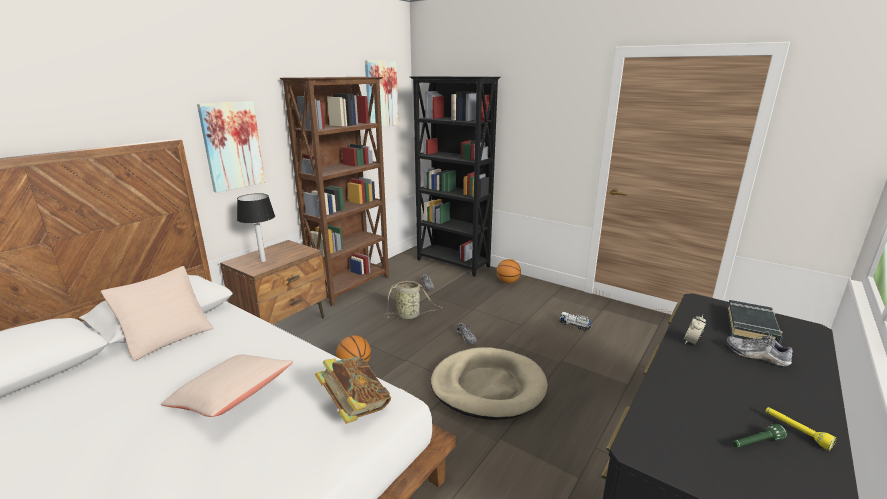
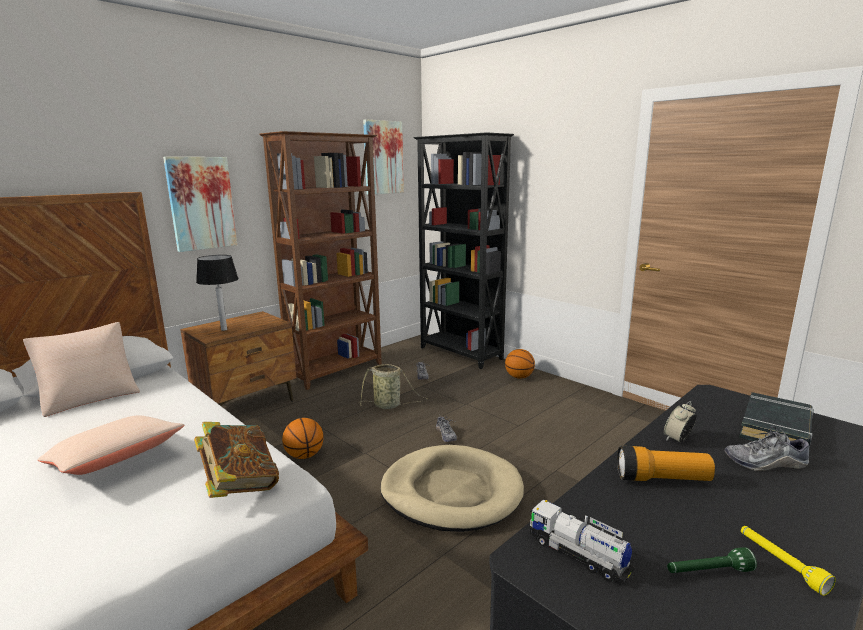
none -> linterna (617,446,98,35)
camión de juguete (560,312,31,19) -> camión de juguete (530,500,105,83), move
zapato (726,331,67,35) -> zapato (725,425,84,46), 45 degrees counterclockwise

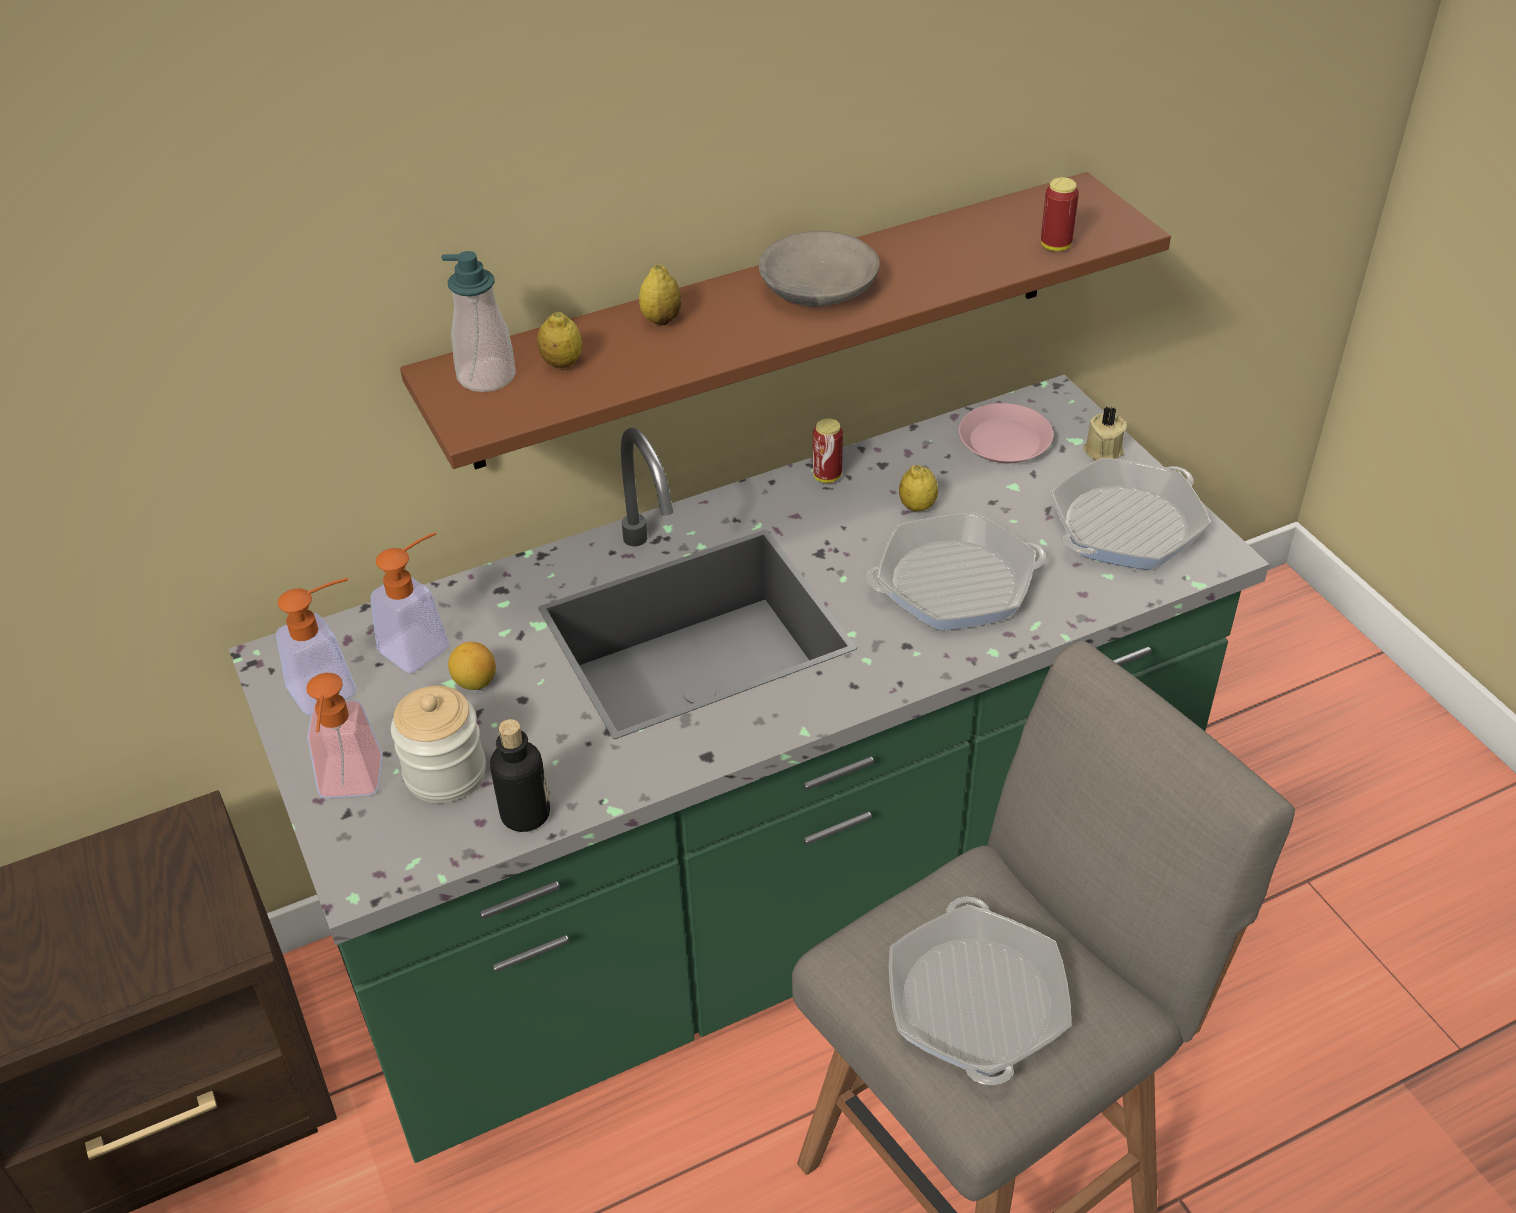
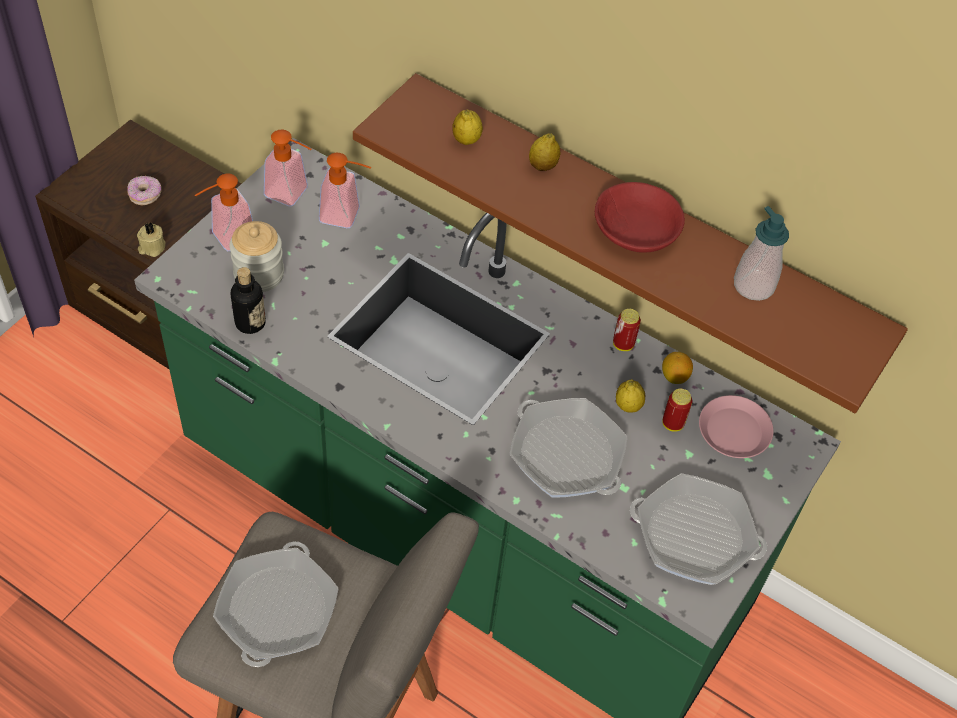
none -> rosquilla (127,176,34,29)
dispensador de jabón (441,251,75,141) -> dispensador de jabón (734,206,55,95), move
limón (448,642,48,48) -> limón (662,352,31,32), move
lata (1041,177,38,74) -> lata (662,389,30,43), move
vela/beis (1083,407,44,54) -> vela/beis (137,222,28,35), move
cuenco/gris (759,231,120,76) -> cuenco/rojo (595,182,90,71)
sartén (889,897,182,188) -> sartén (213,541,126,126), 135 degrees clockwise

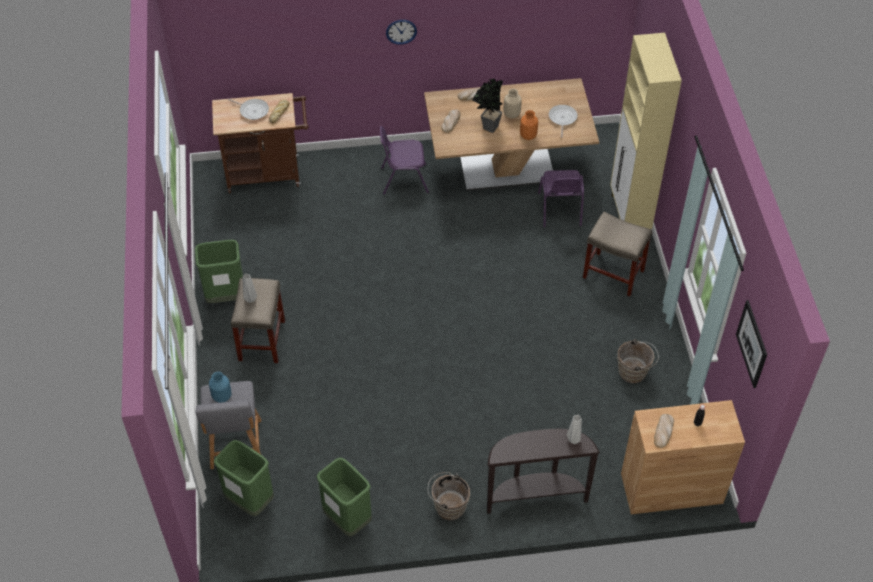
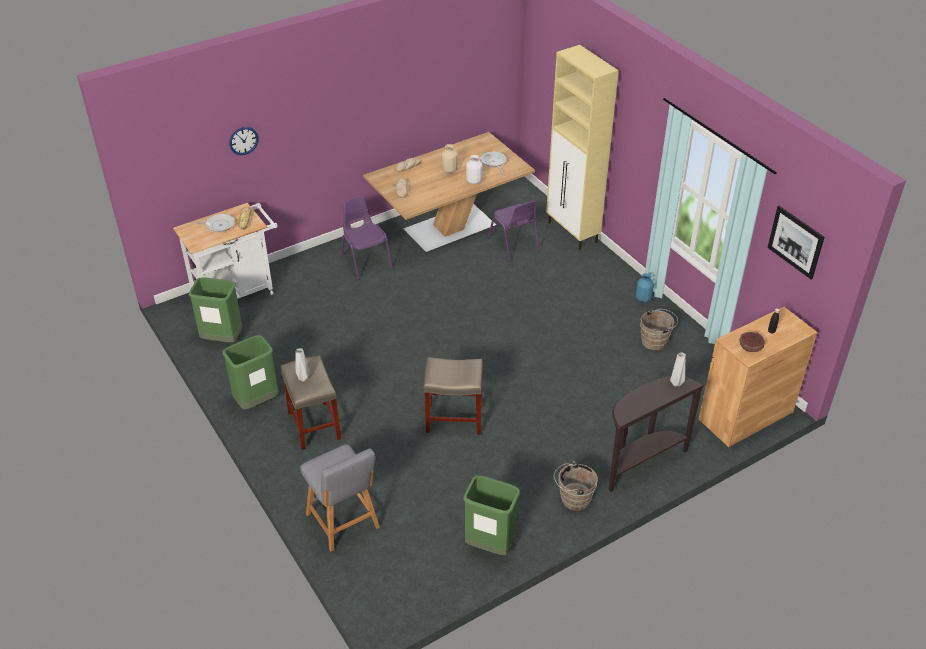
planta en maceta (472,78,31,55) -> none
florero/azul (209,372,22,31) -> florero/azul (636,273,18,29), move
papelera/verde (214,440,60,76) -> papelera/verde (189,277,53,65), move
reloj de pared (386,20,31,25) -> reloj de pared (229,127,29,28), move
taburete/beis (583,212,69,84) -> taburete/beis (424,357,59,78), move
pan (654,414,20,34) -> cuenco (740,332,25,20)
carrito/marrón (212,93,97,101) -> carrito/blanco (173,203,105,96)
florero/naranja (520,110,18,30) -> florero/blanco (466,155,16,29)
silla/morado (380,126,49,69) -> silla/morado (341,196,51,84), 90 degrees clockwise

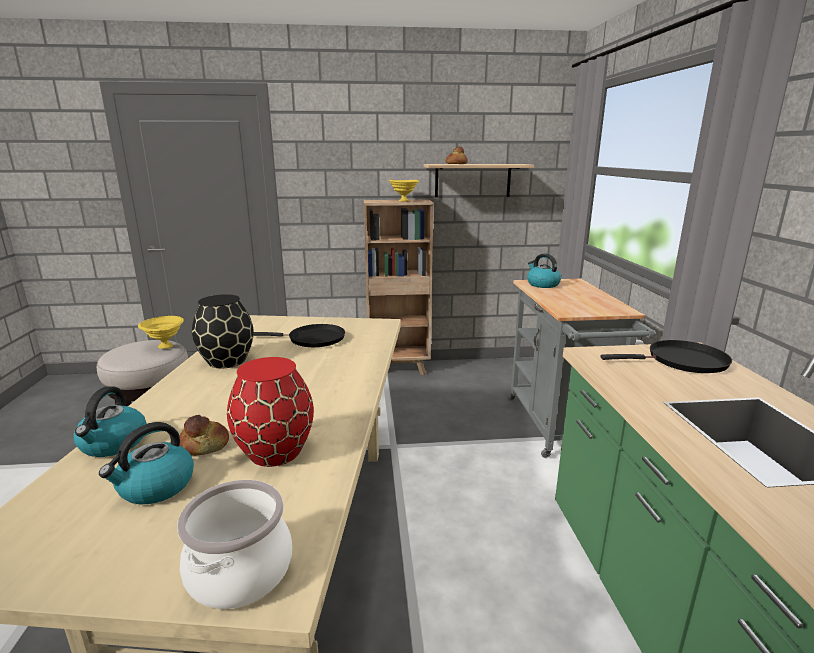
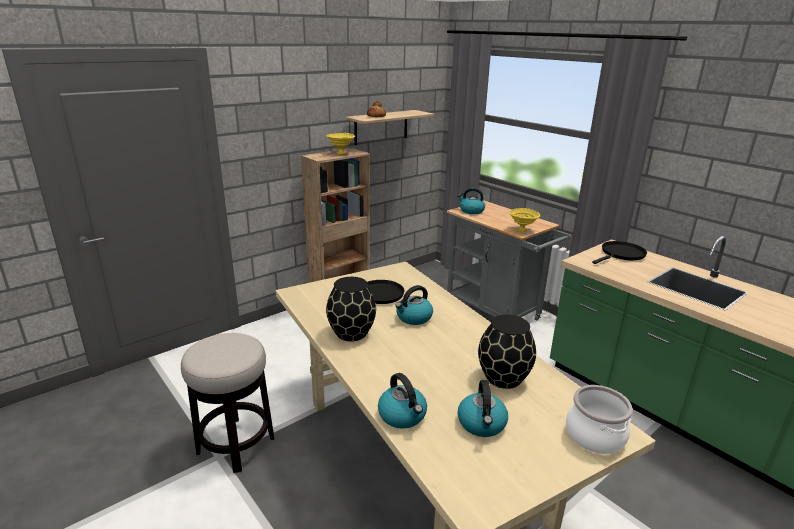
pan (179,415,50,41) -> none
none -> hervidor (396,285,37,40)
cuenco/amarillo (138,316,46,33) -> cuenco/amarillo (509,208,31,24), move
florero/rojo (227,357,87,110) -> florero/negro (478,314,58,75)

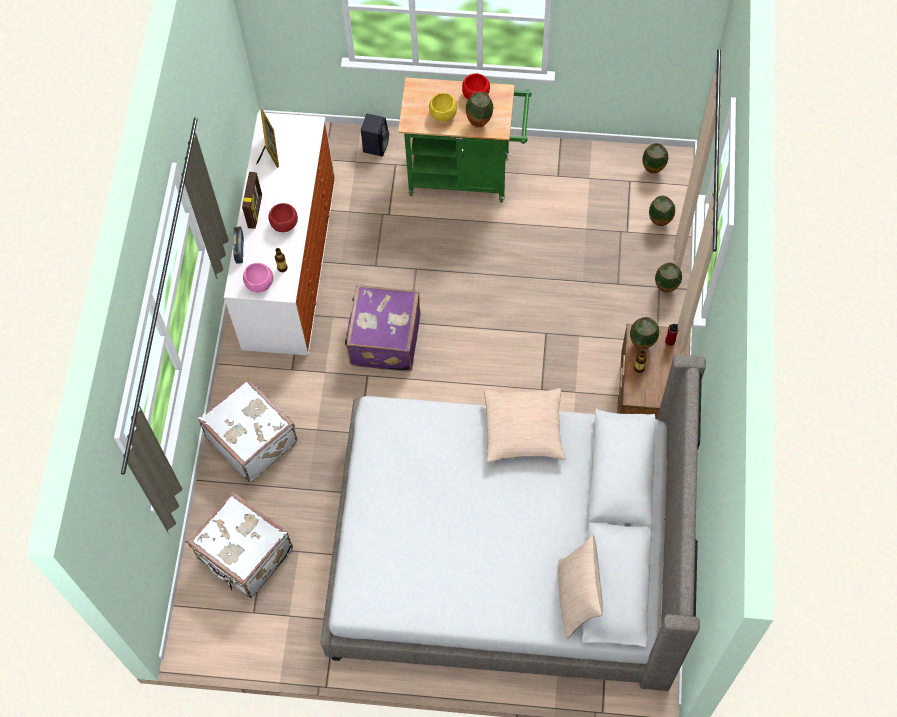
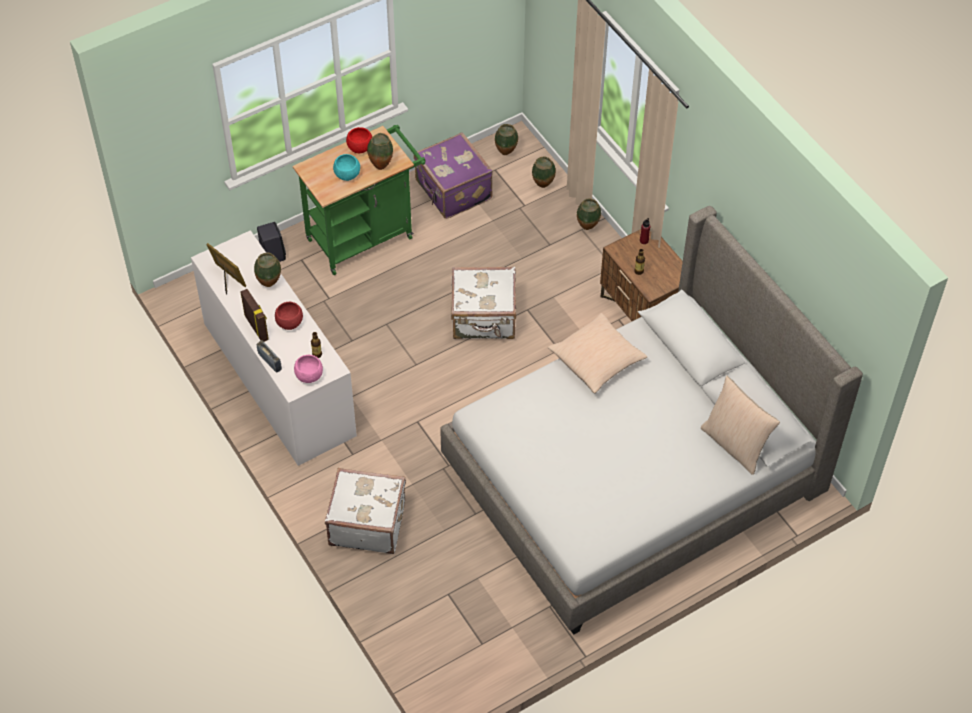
maleta/blanco (188,492,105,106) -> maleta/blanco (451,267,65,72), move
maleta/morado (345,285,76,87) -> maleta/morado (414,132,79,87), move
florero (630,317,29,32) -> florero (254,253,27,34), move
cuenco/amarillo (429,93,28,29) -> cuenco/turquesa (333,154,27,27)

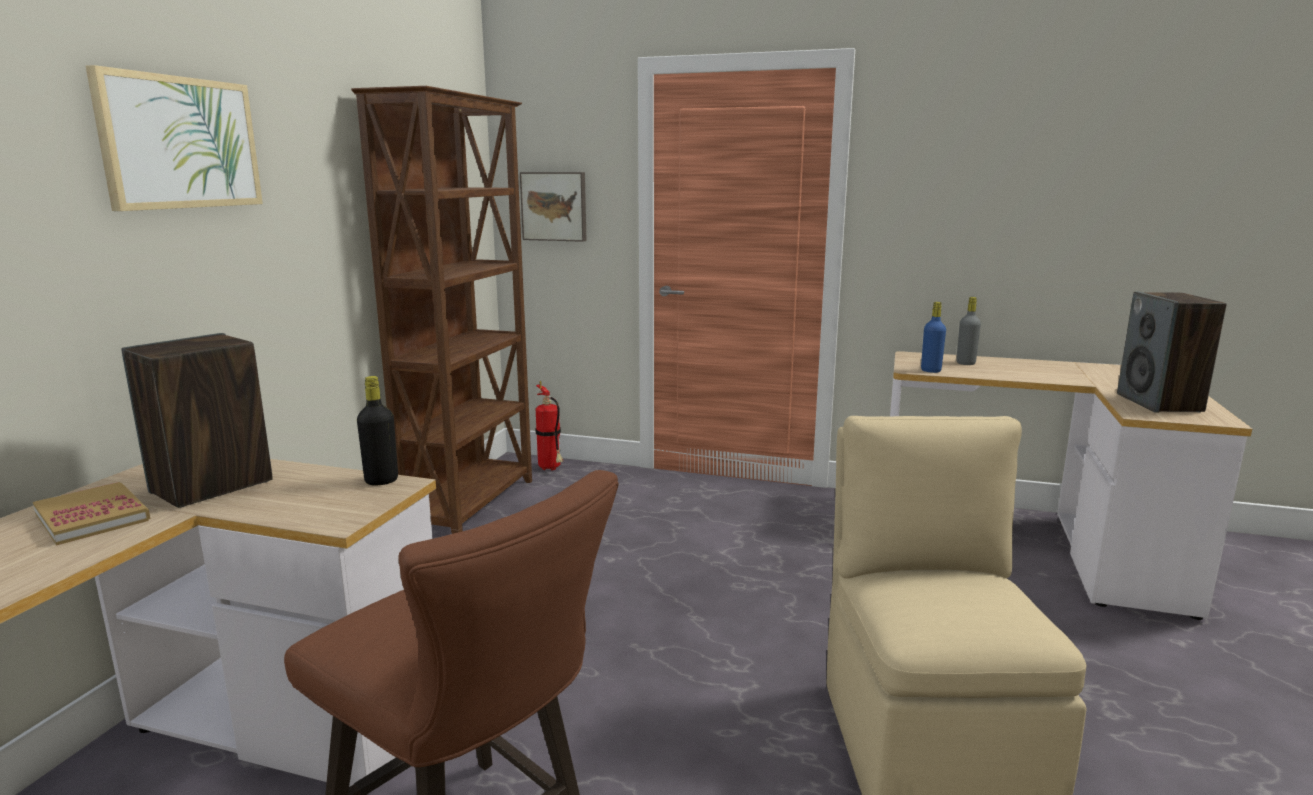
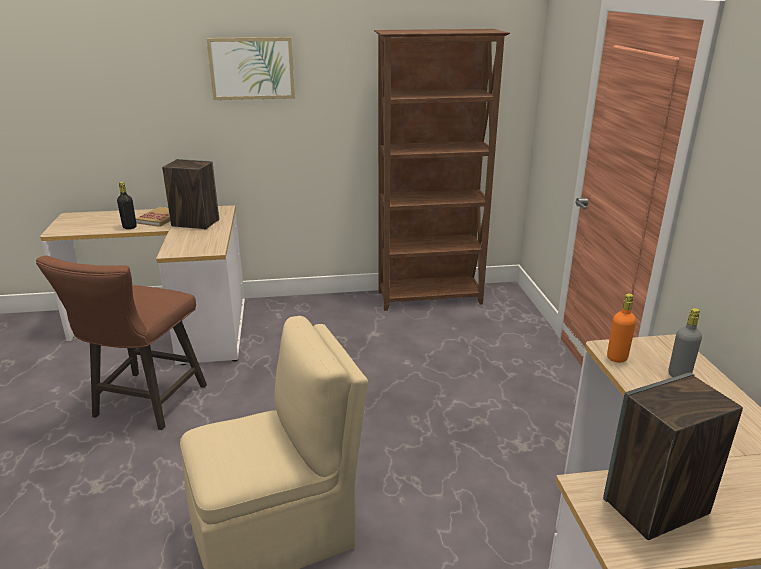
cuadro (520,172,67,70) -> none
extintor (536,381,27,90) -> none
botella/negro (357,376,41,110) -> botella/negro (117,182,20,47), move
botella/azul (921,302,25,71) -> botella/naranja (607,293,29,70)

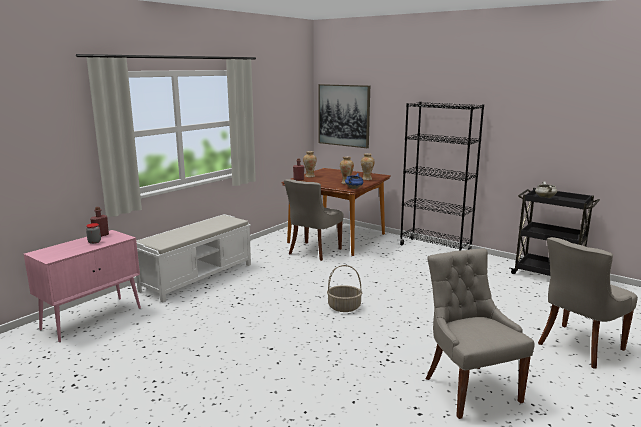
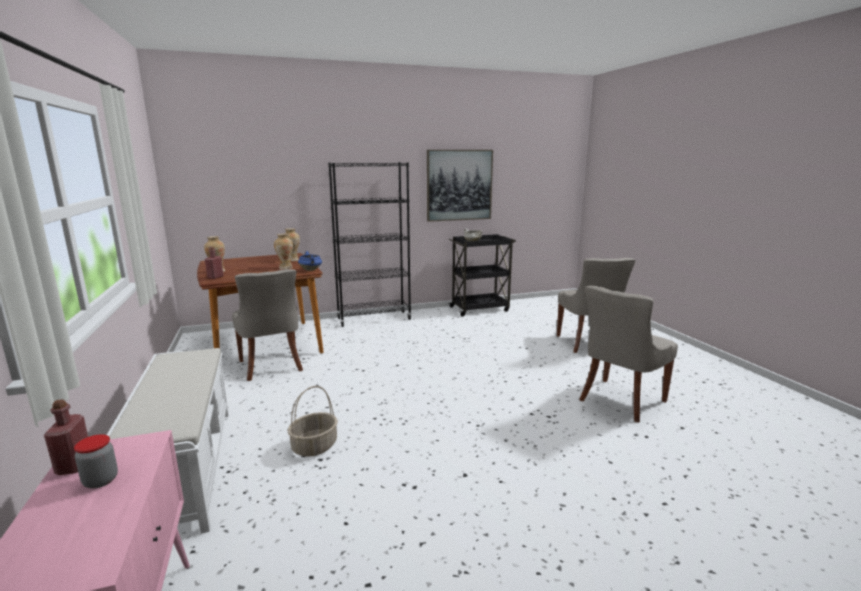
cuadro (318,84,52,64) -> cuadro (427,150,66,72), move
cesta (327,265,35,47) -> cesta (287,386,51,71), move
silla/gris (426,248,108,171) -> silla/gris (579,286,99,137), 60 degrees counterclockwise

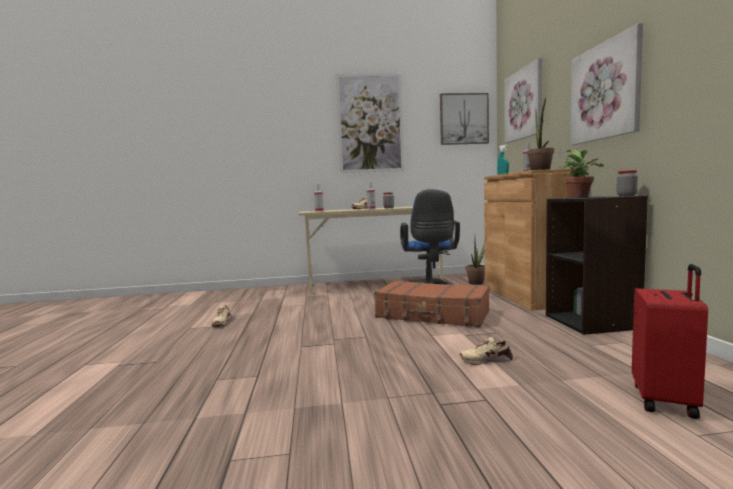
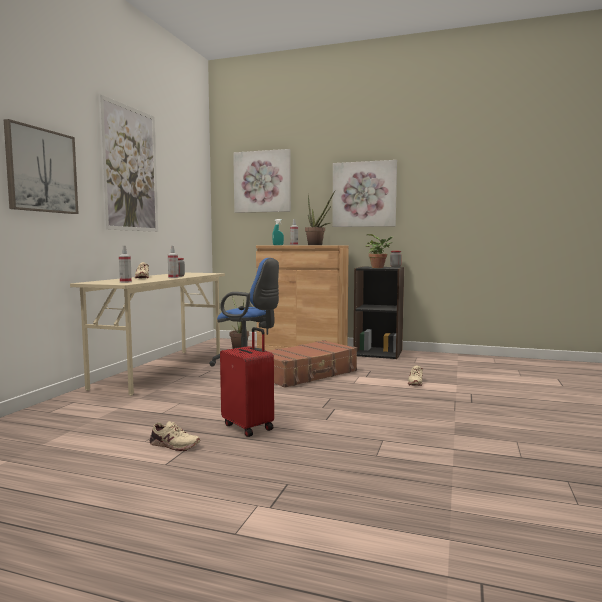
cuadro (440,93,49,52) -> cuadro (4,119,75,95), move
maleta/rojo (632,264,76,155) -> maleta/rojo (220,327,54,110), move

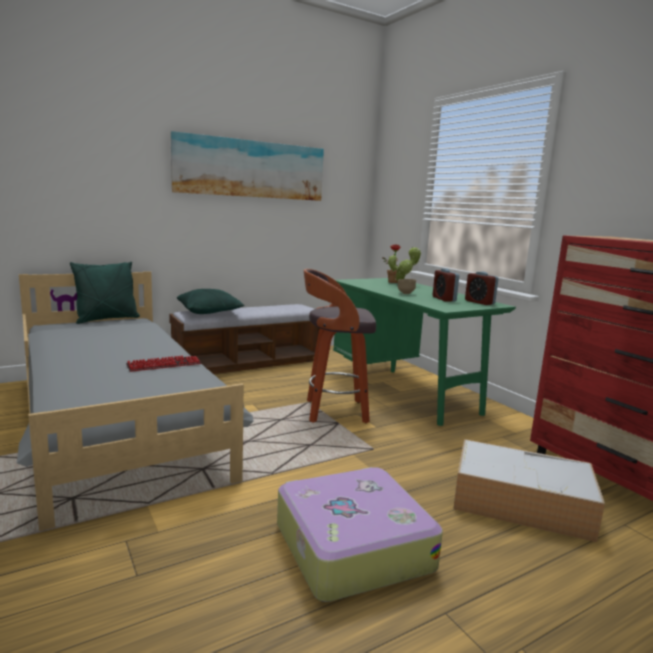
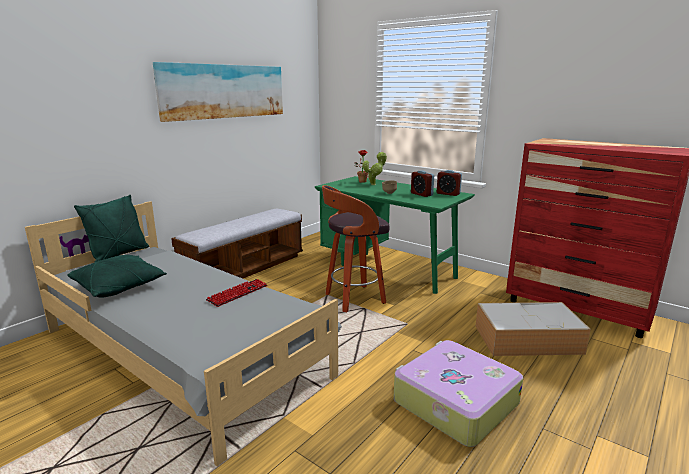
cojín/verde (177,289,68,25) -> cojín/verde (67,255,100,43), move

